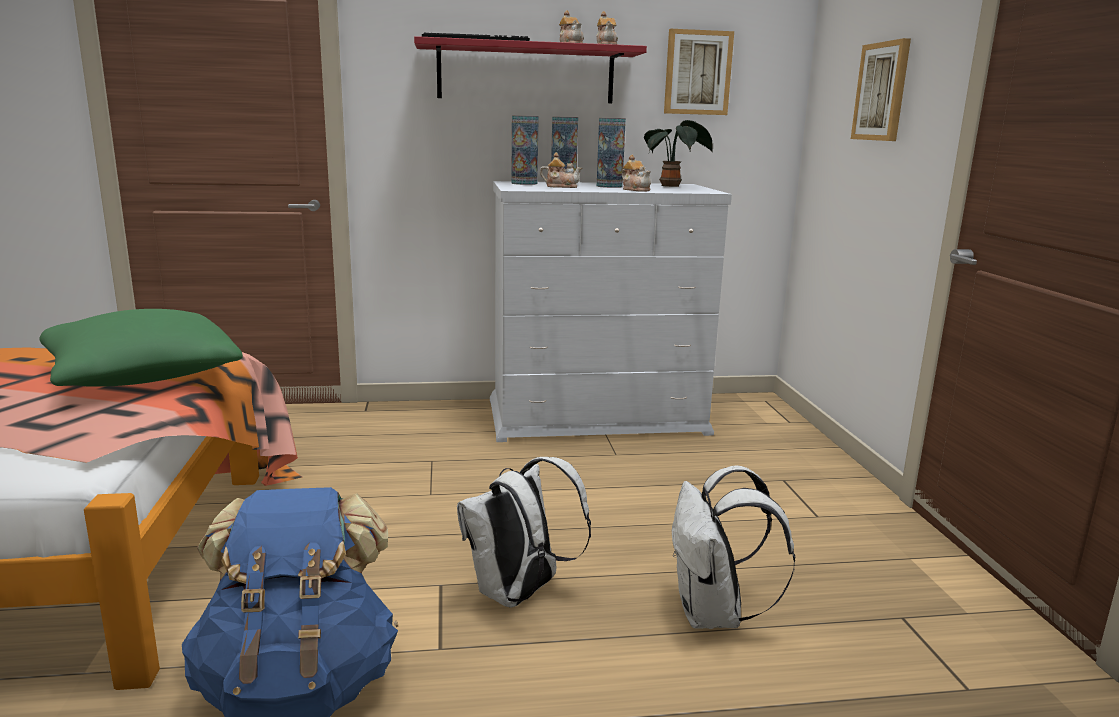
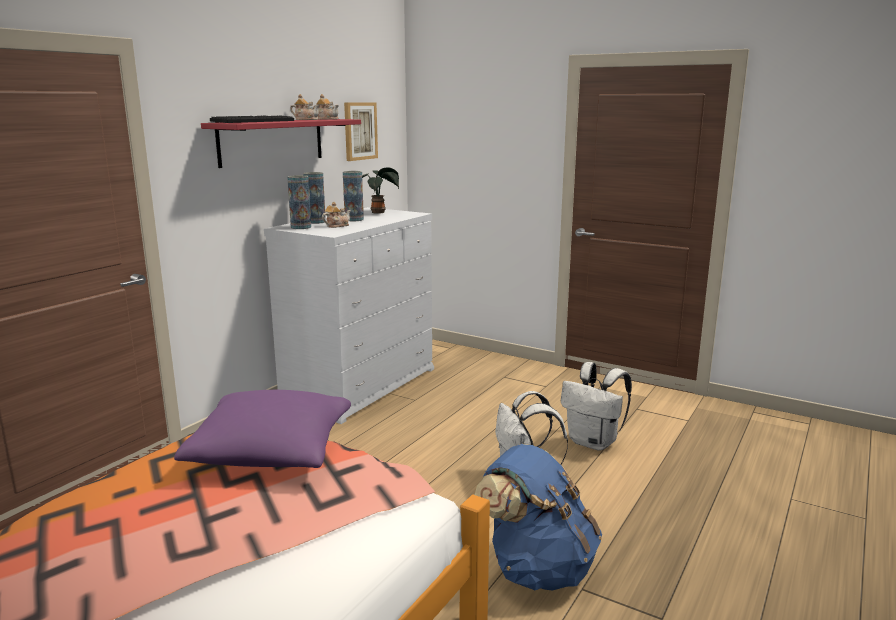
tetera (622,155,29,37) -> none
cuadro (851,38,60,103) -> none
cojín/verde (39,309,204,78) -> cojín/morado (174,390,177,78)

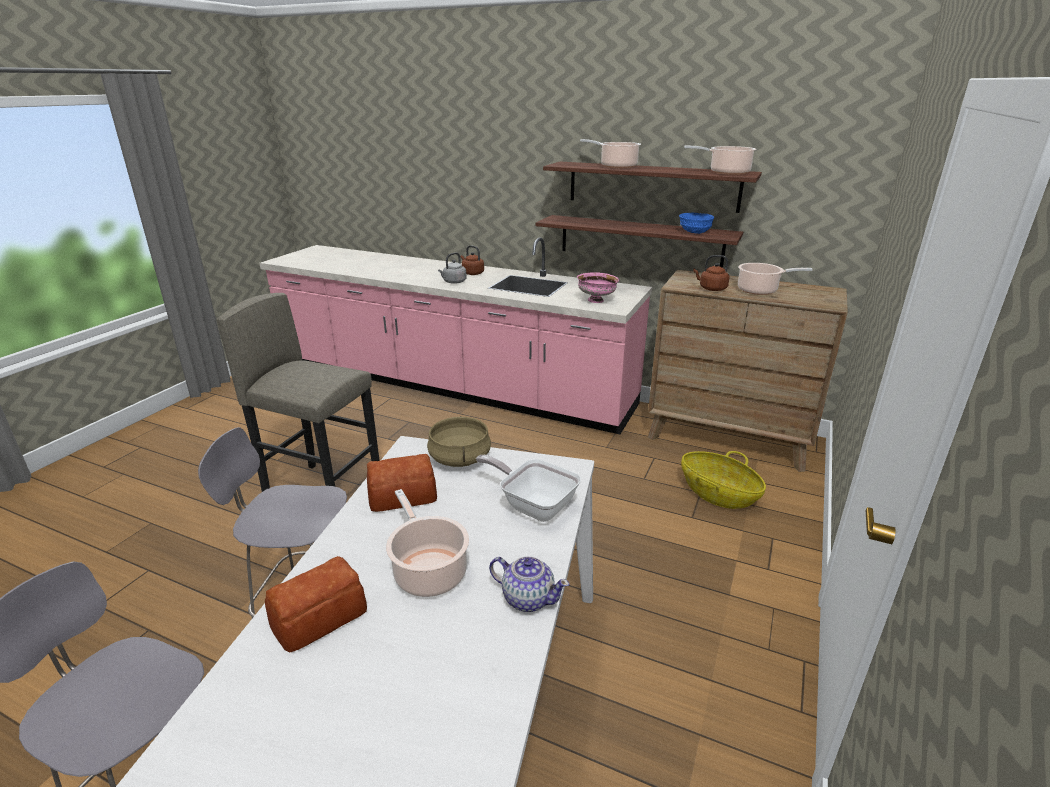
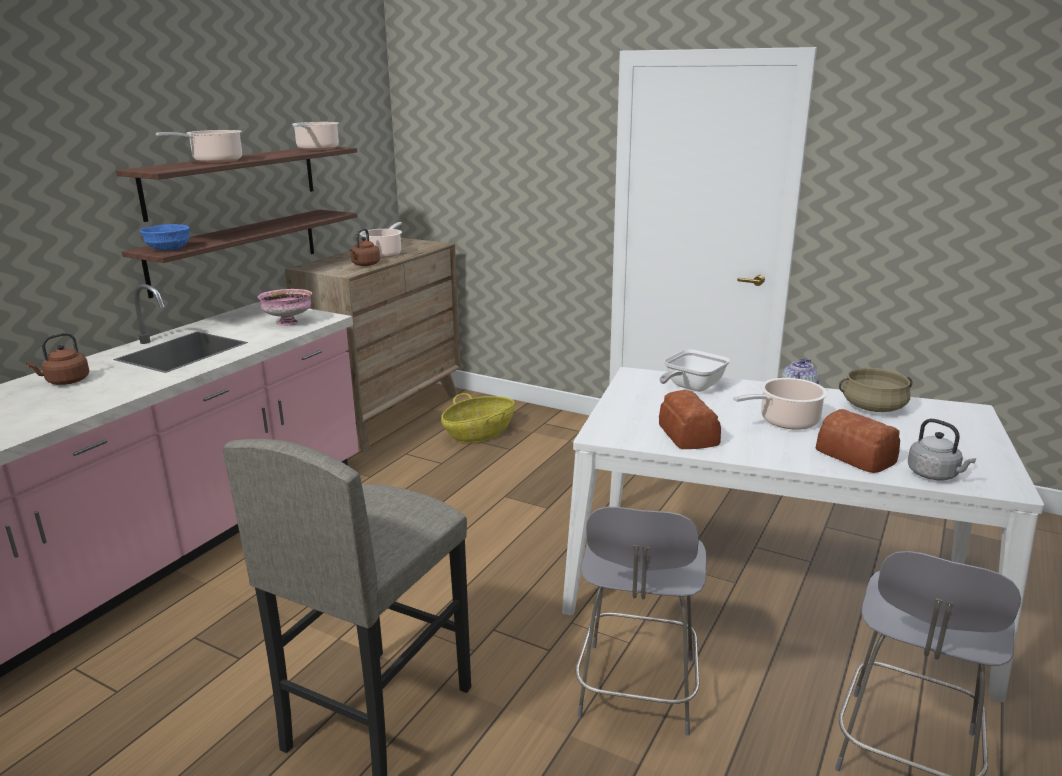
olla/beis (427,416,64,51) -> olla/beis (839,368,73,44), move
hervidor/gris (438,252,29,32) -> hervidor/gris (908,419,68,61), move
cuenco/azul (679,213,35,21) -> cuenco/azul (139,224,51,27), move

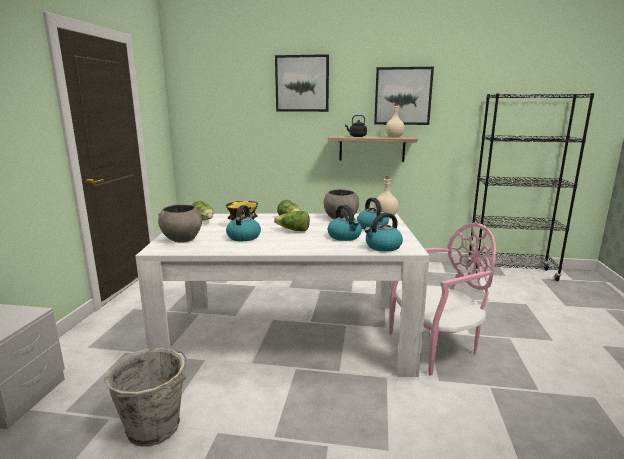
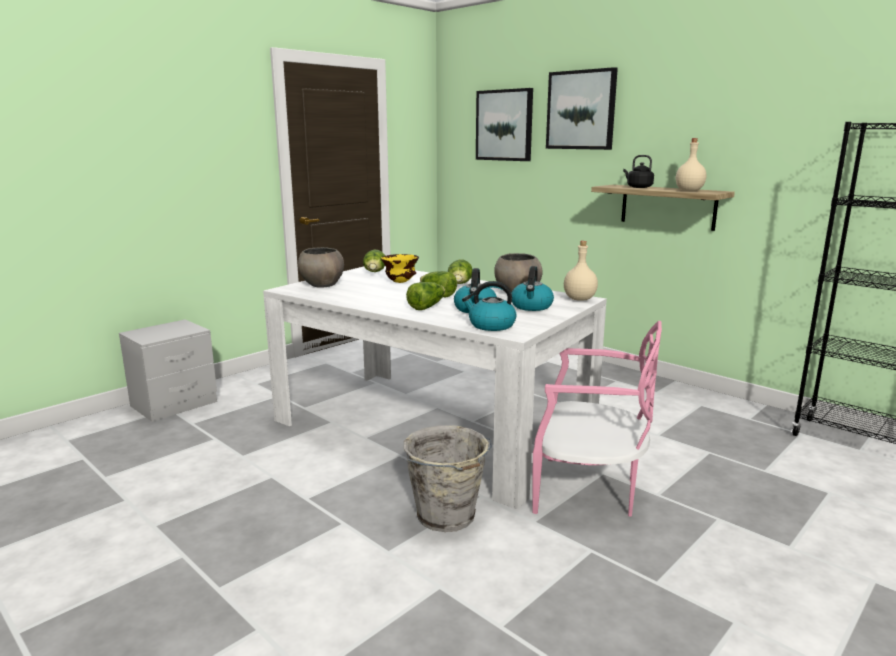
hervidor (226,205,35,36) -> none
none -> lechuga (406,282,39,28)
cubo/gris (104,348,82,99) -> cubo/gris (404,425,88,107), move
cuadro (374,67,60,58) -> cuadro (476,88,57,73), move

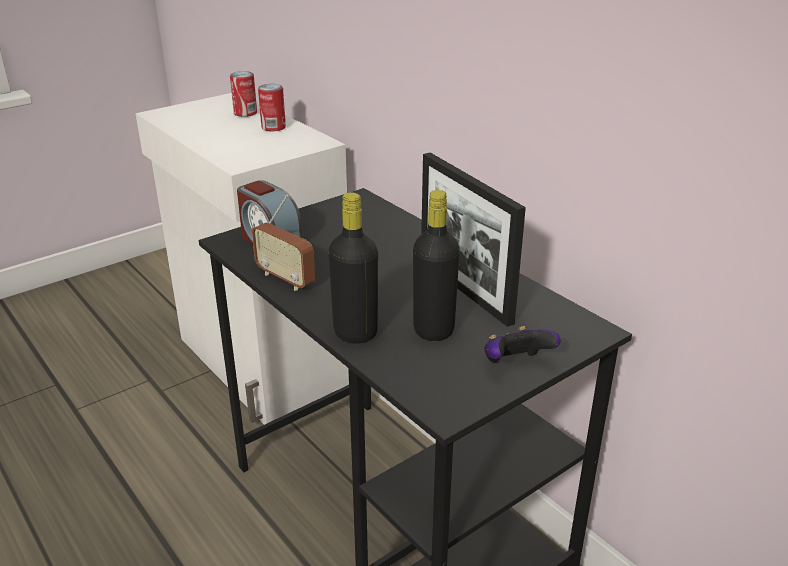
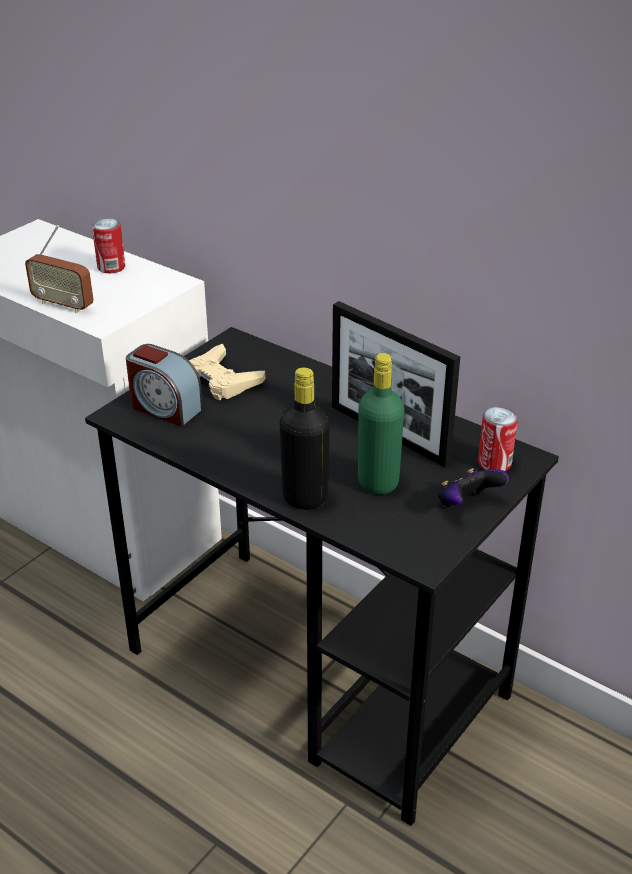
none -> mando de consola/beis (189,344,76,56)
lata (230,71,27,46) -> lata (478,407,40,64), move
radio (252,195,63,96) -> radio (25,225,69,88), move
botella/negro (413,190,47,151) -> botella/verde (358,353,46,142)

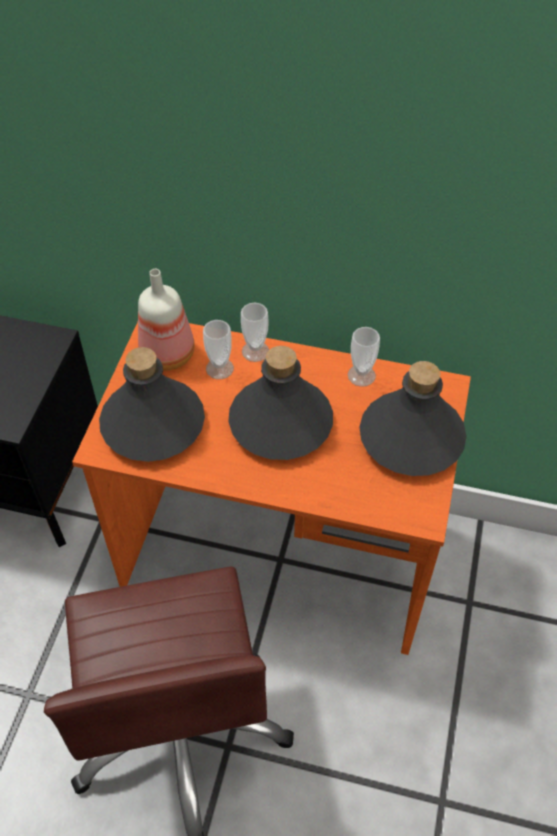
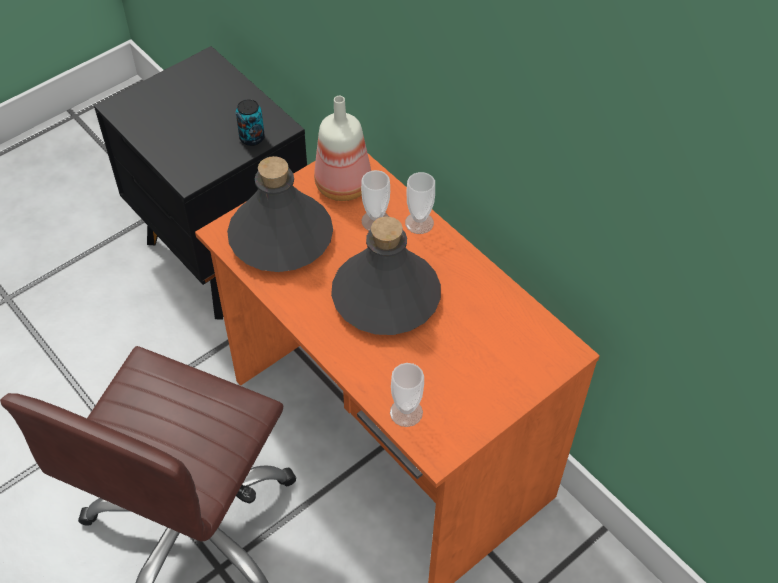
botella/gris (359,361,108,115) -> none
none -> lata (236,99,29,47)
taza (348,327,32,60) -> taza (390,363,34,64), move

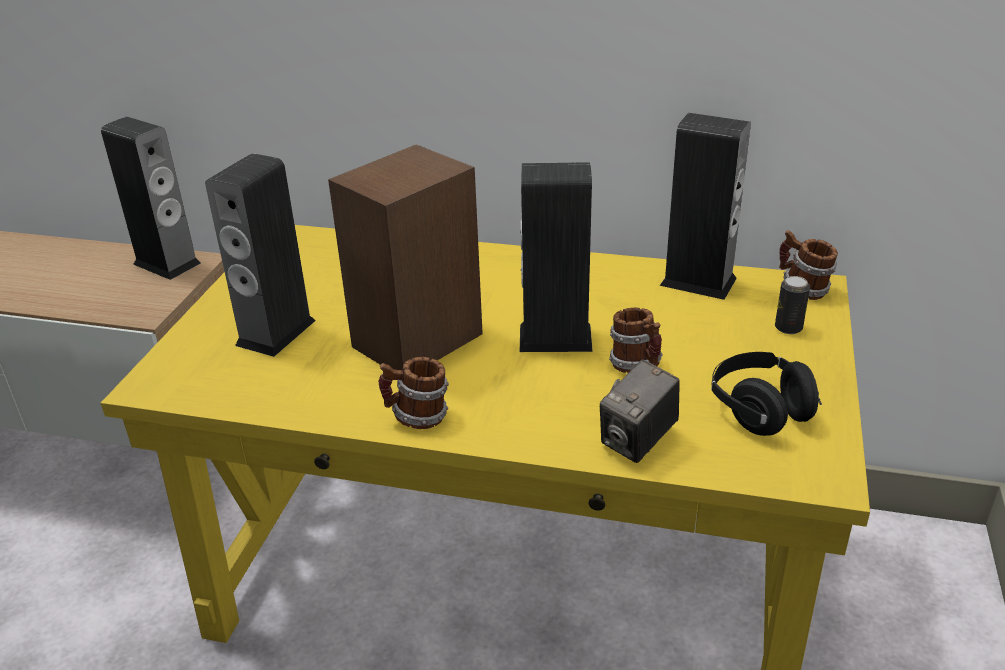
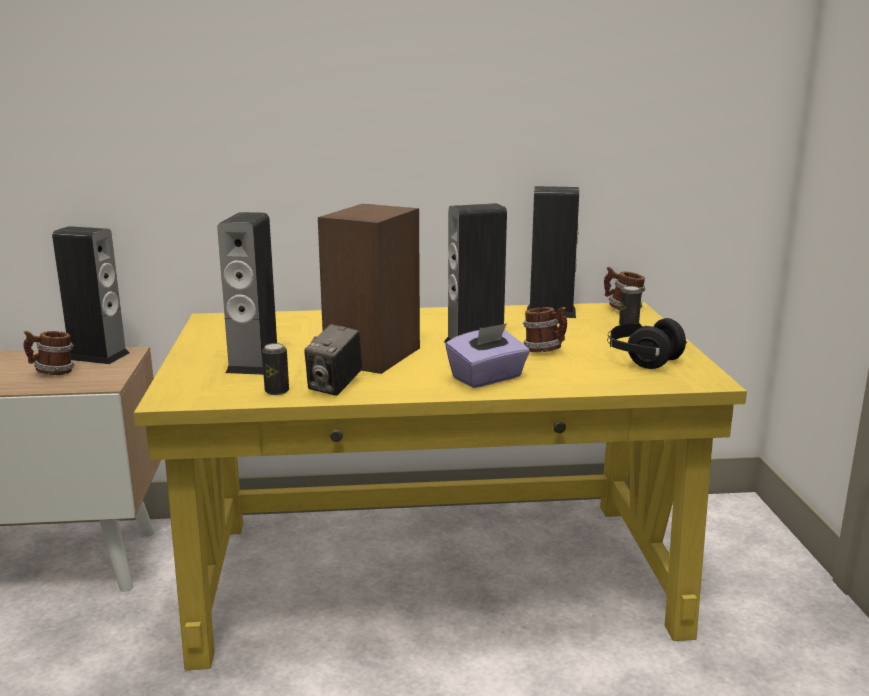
none -> lata (262,343,27,52)
none -> caja de pañuelos/morado (445,323,85,65)
taza grande (378,357,71,72) -> taza grande (23,331,52,44), move
cámara (600,359,80,104) -> cámara (304,324,58,72), move

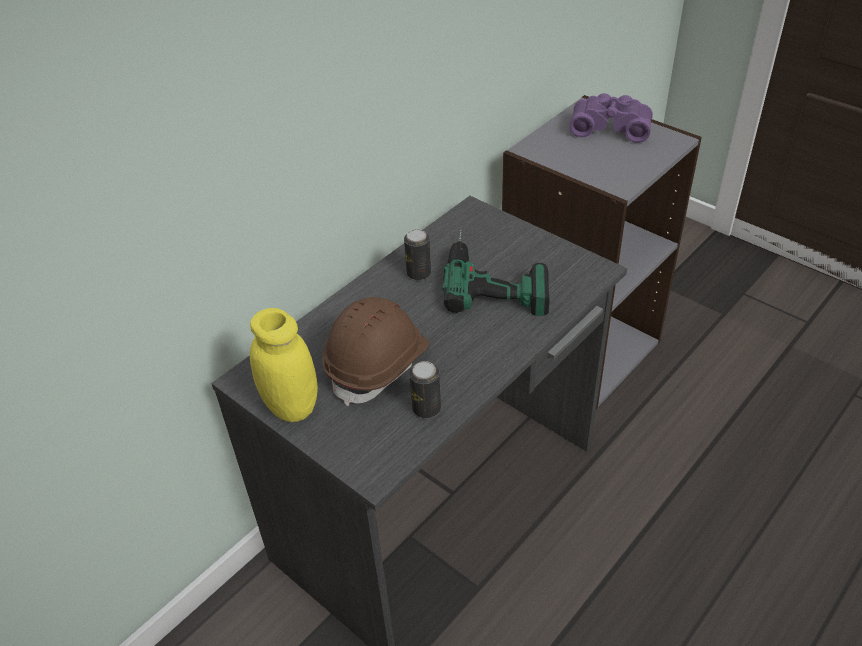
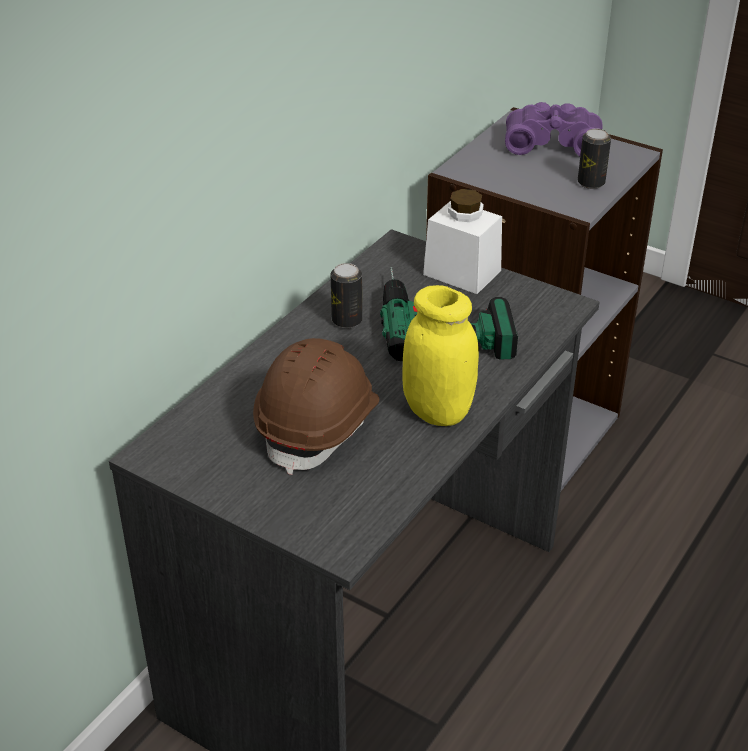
none -> tarro/blanco (423,189,79,105)
tarro/amarillo (250,308,68,114) -> tarro/amarillo (402,285,77,141), move
lata (409,361,32,57) -> lata (578,128,33,61), move

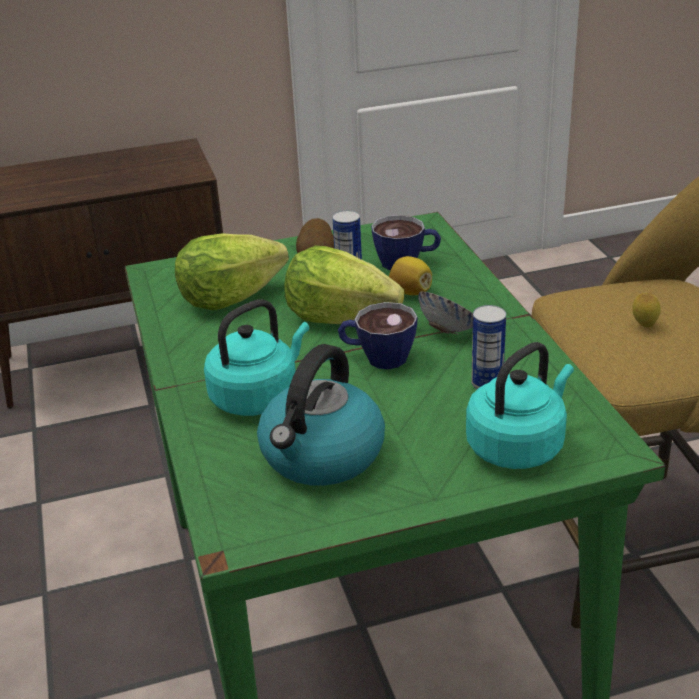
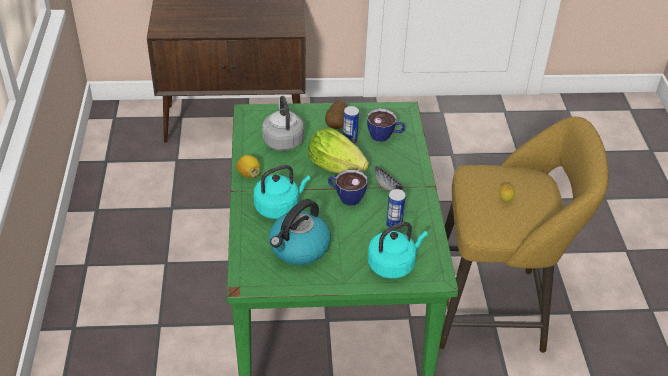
limón (389,256,43,39) -> limón (236,155,25,23), move
lechuga (175,233,114,77) -> hervidor/gris (262,96,42,55)

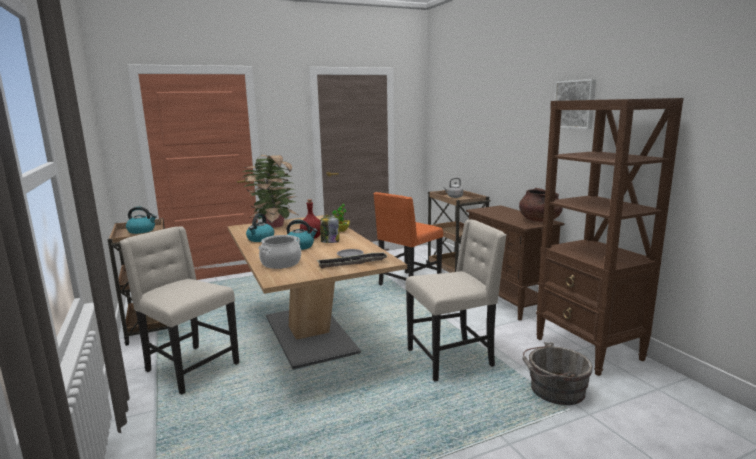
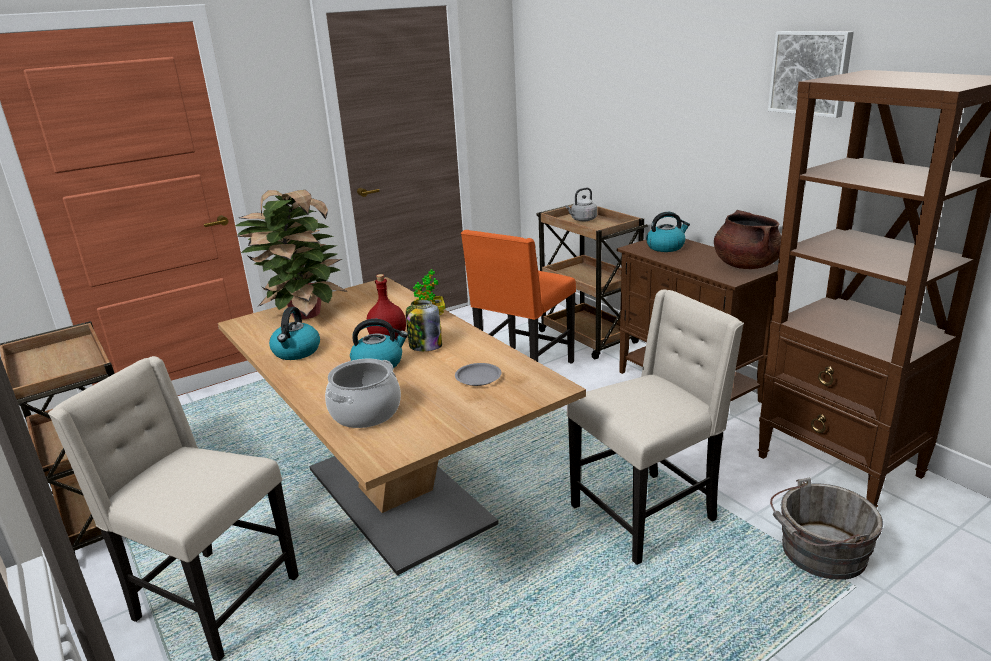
bandeja (317,252,70,17) -> none
hervidor (126,207,31,27) -> hervidor (646,212,44,40), move

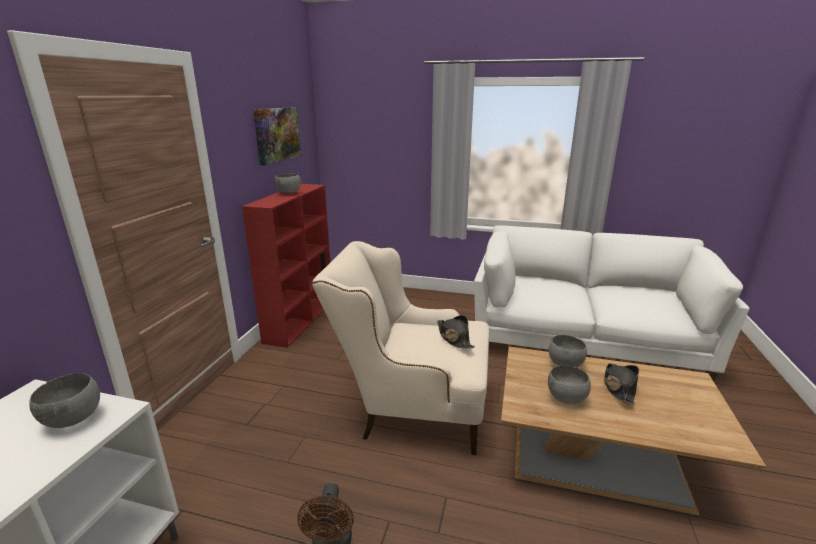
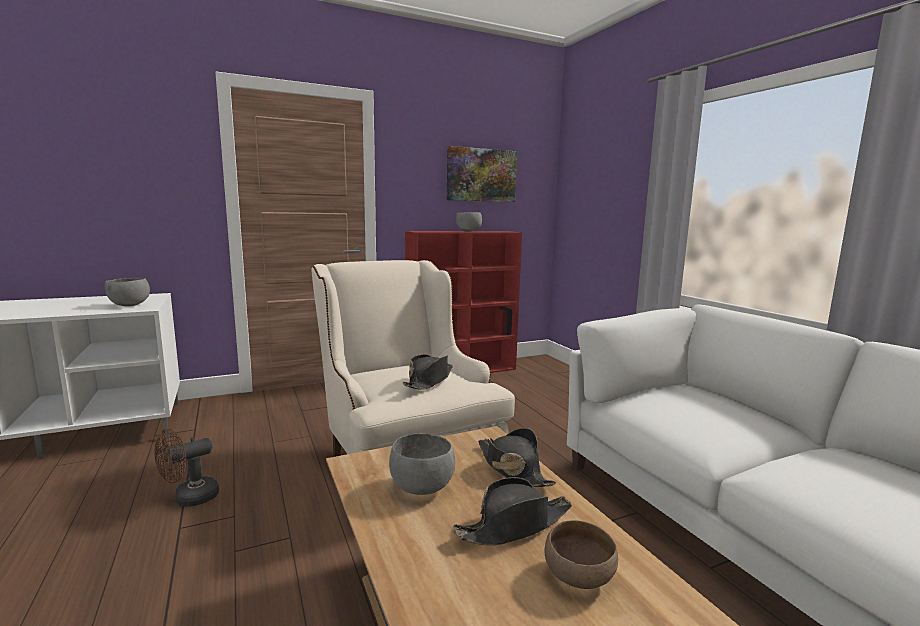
none -> cuenco/marrón (545,520,73,69)
cuenco/gris (549,335,38,32) -> sombrero/negro (478,428,78,59)

